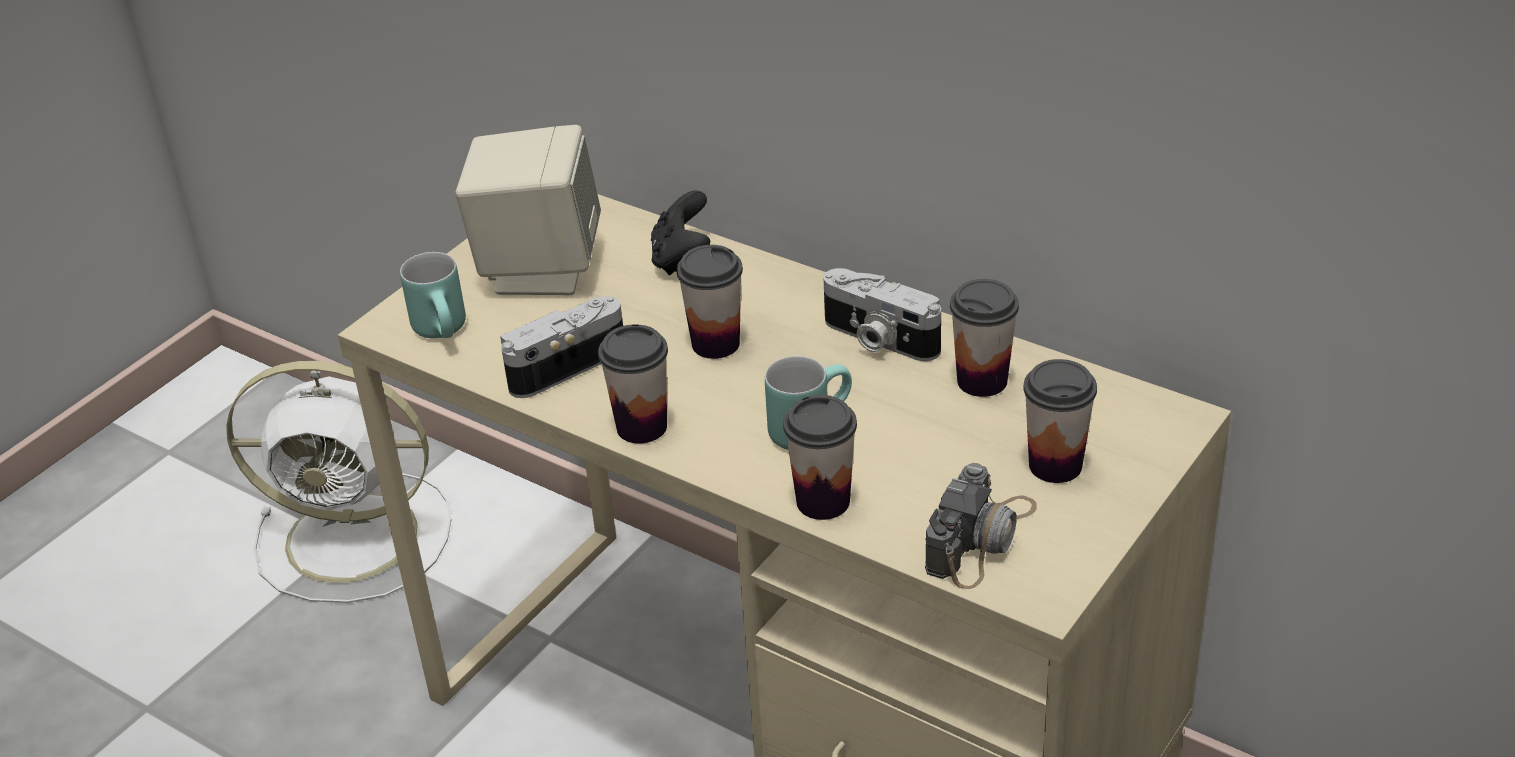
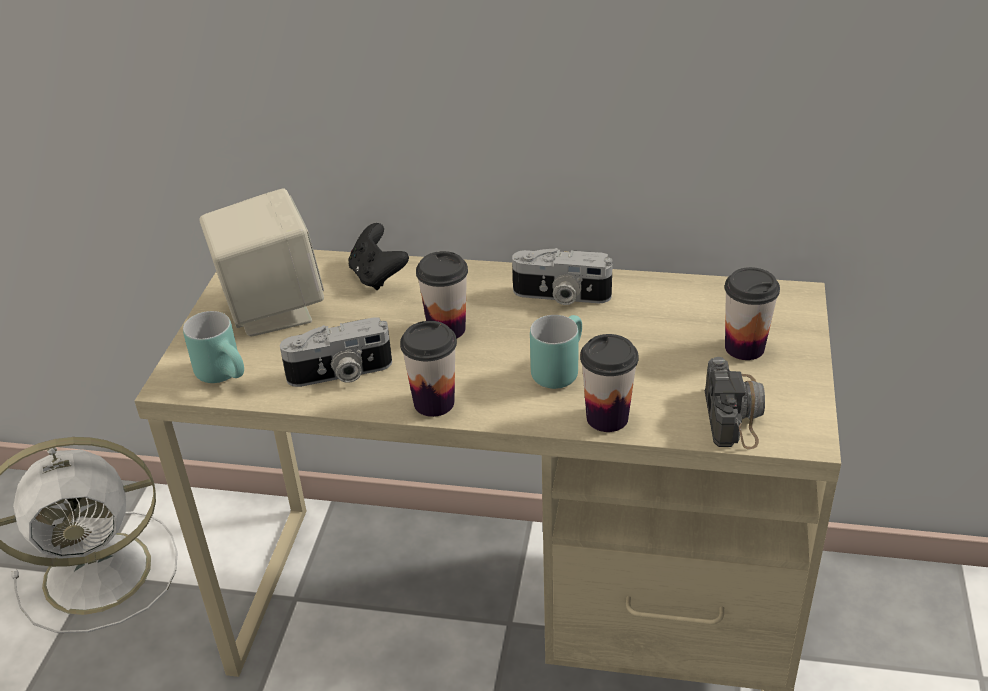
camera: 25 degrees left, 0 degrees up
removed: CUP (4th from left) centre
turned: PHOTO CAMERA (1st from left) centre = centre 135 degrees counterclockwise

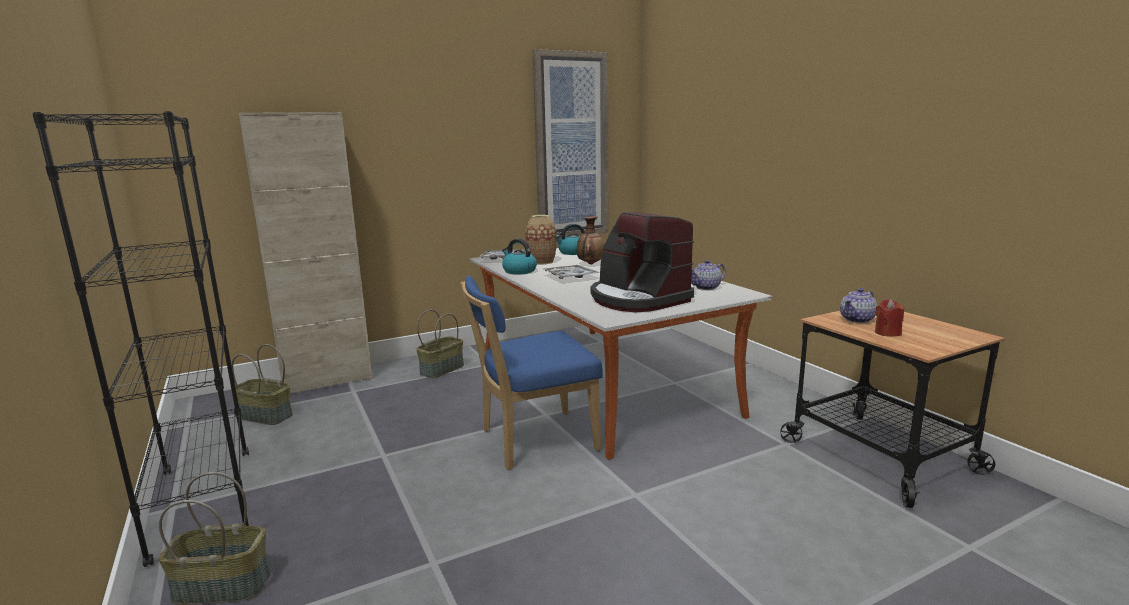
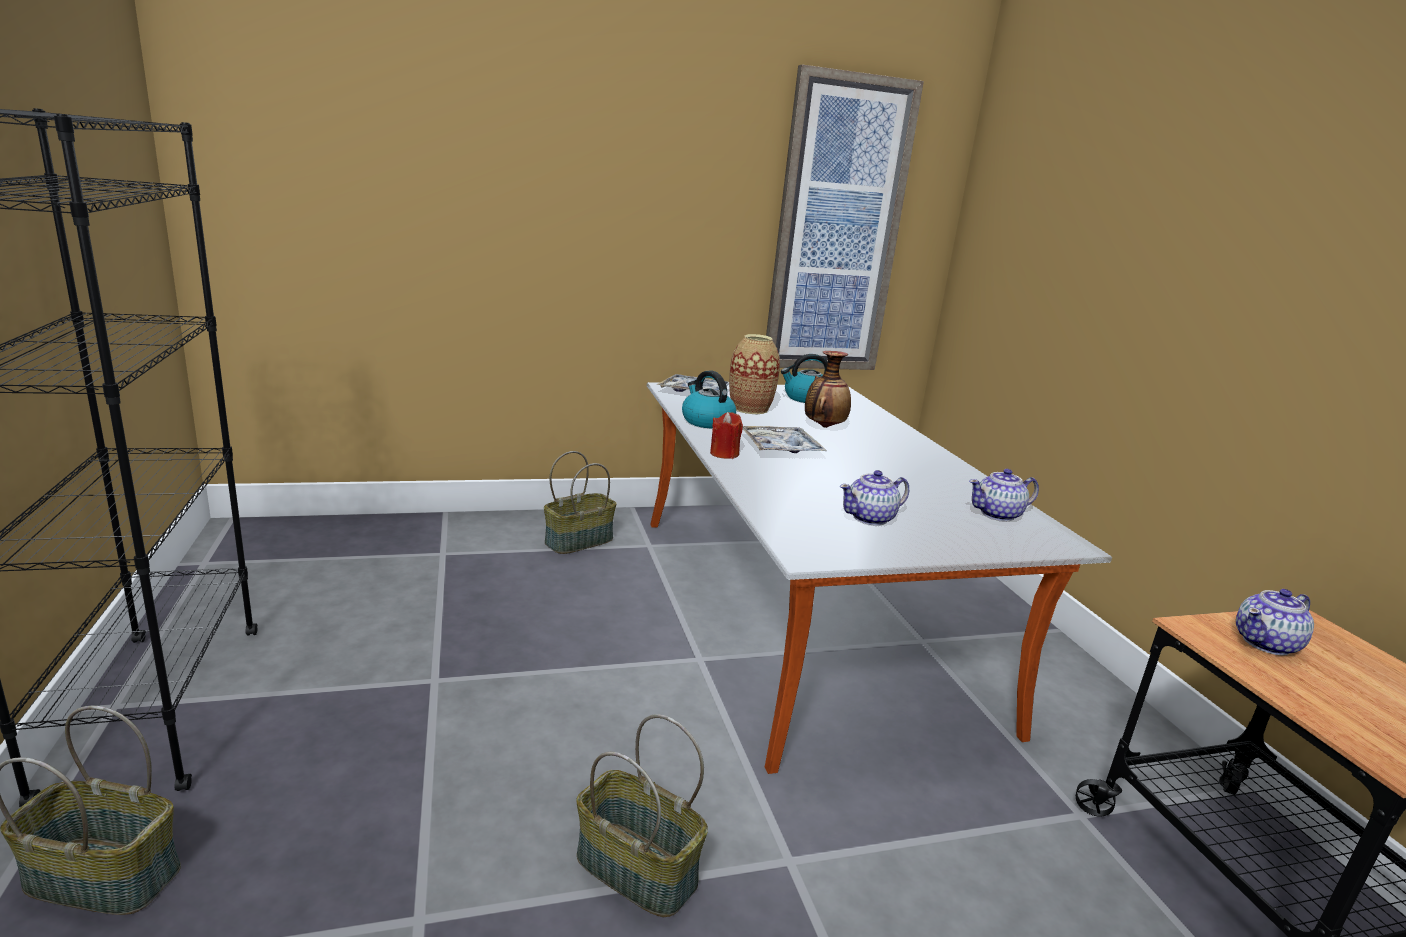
camera: 10 degrees right, 5 degrees up
removed: BEIGE CABINET middle left; BLUE CHAIR centre
moved: BASKET (2nd from left in the first image) middle left to BASKET (3rd from left) bottom centre; RED CANDLE middle right to centre
replaced: COFFEE MACHINE centre to TEAPOT (1st from left) centre

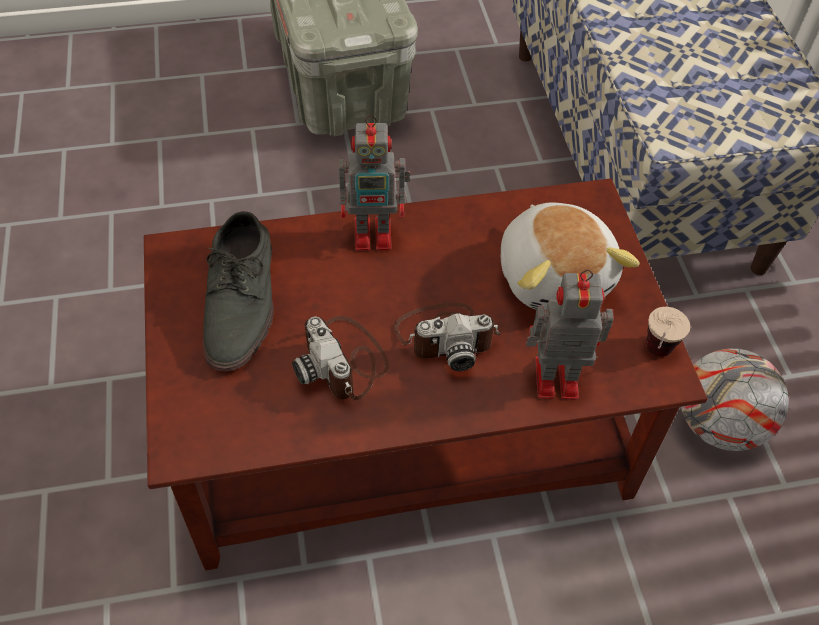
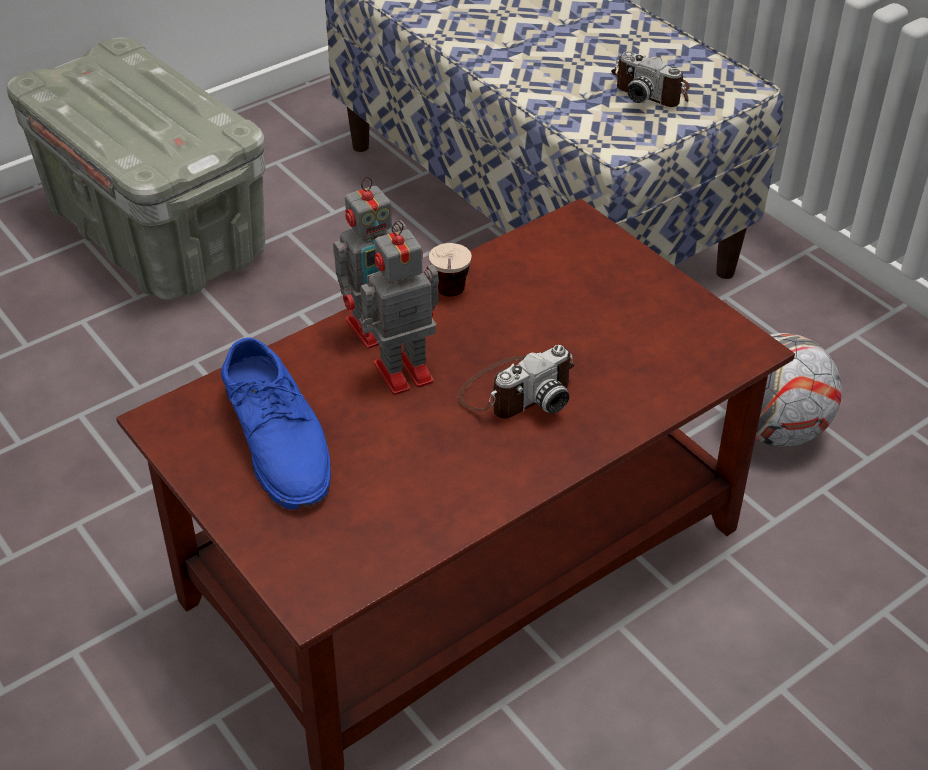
camera: 25 degrees left, 10 degrees down
removed: PLUSH TOY middle right
moved: PHOTO CAMERA (1st from left in the first image) centre to PHOTO CAMERA (2nd from left) top right; TOY ROBOT (2nd from left) middle right to centre; CUP middle right to centre
recoloured: GREY SHOE middle left to BLUE SHOE middle left

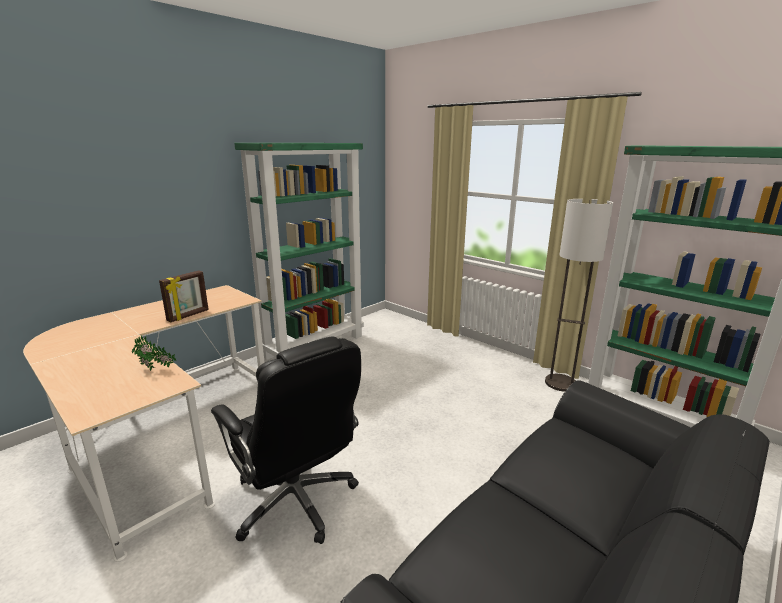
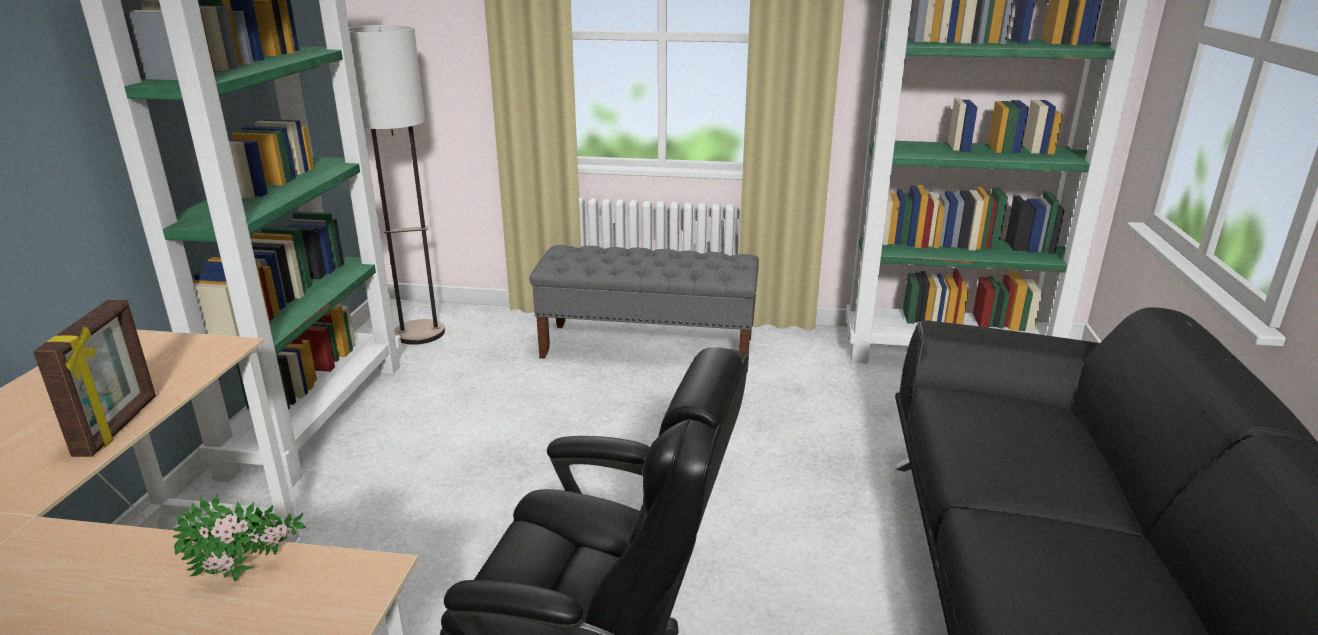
camera: 35 degrees left, 5 degrees up
added: GREY BENCH centre
moved: FLOOR LAMP middle right to top left

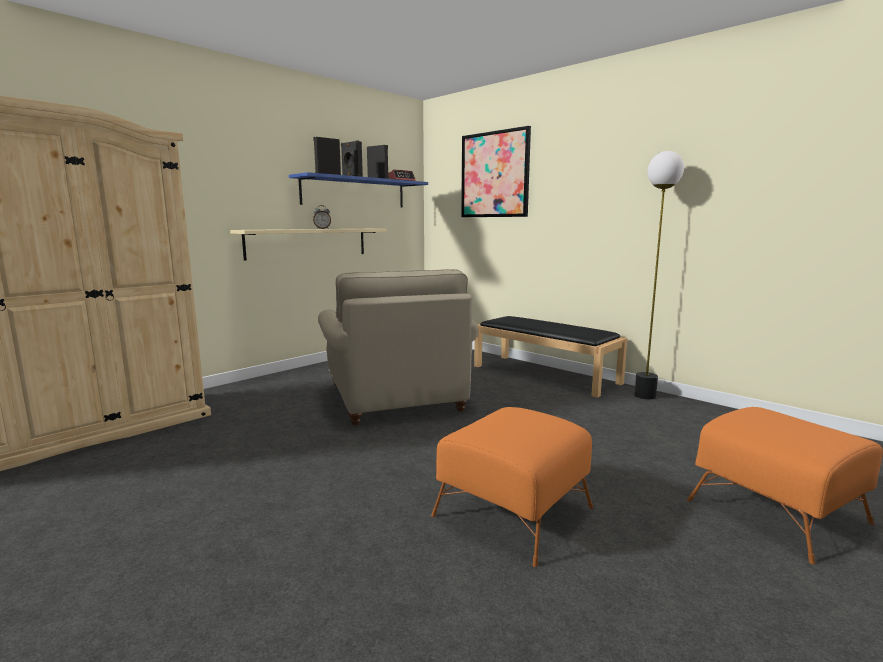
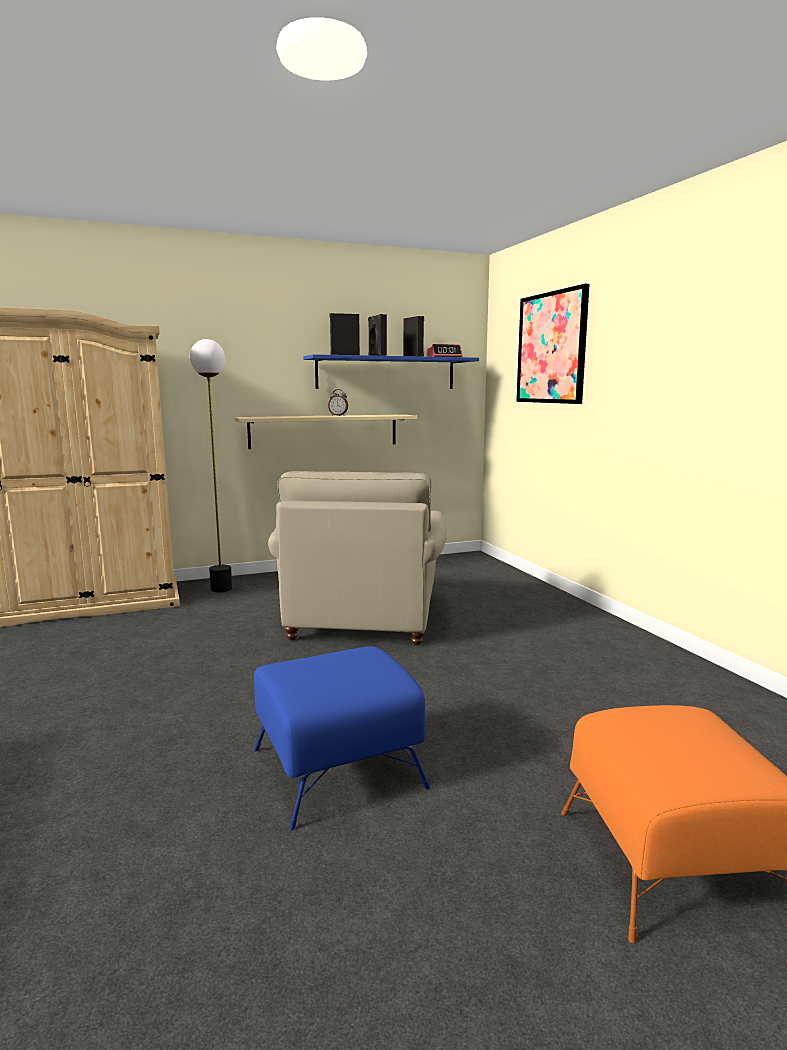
camera: 25 degrees right, 0 degrees up
removed: BLACK BENCH centre
moved: FLOOR LAMP middle right to middle left
recoloured: ORANGE OTTOMAN (1st from left) bottom centre to BLUE OTTOMAN bottom centre

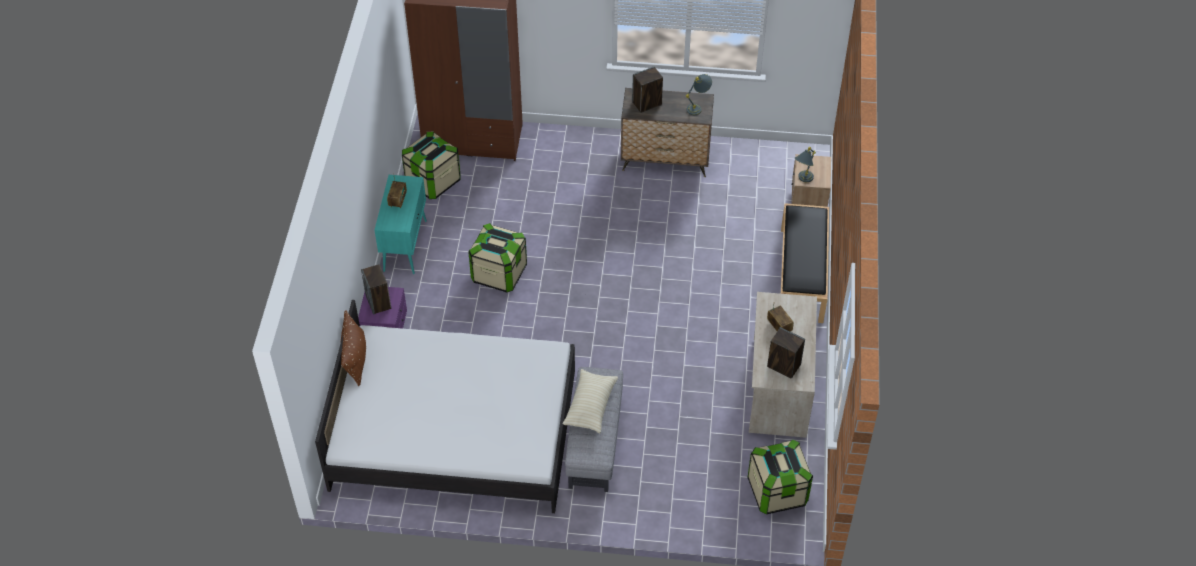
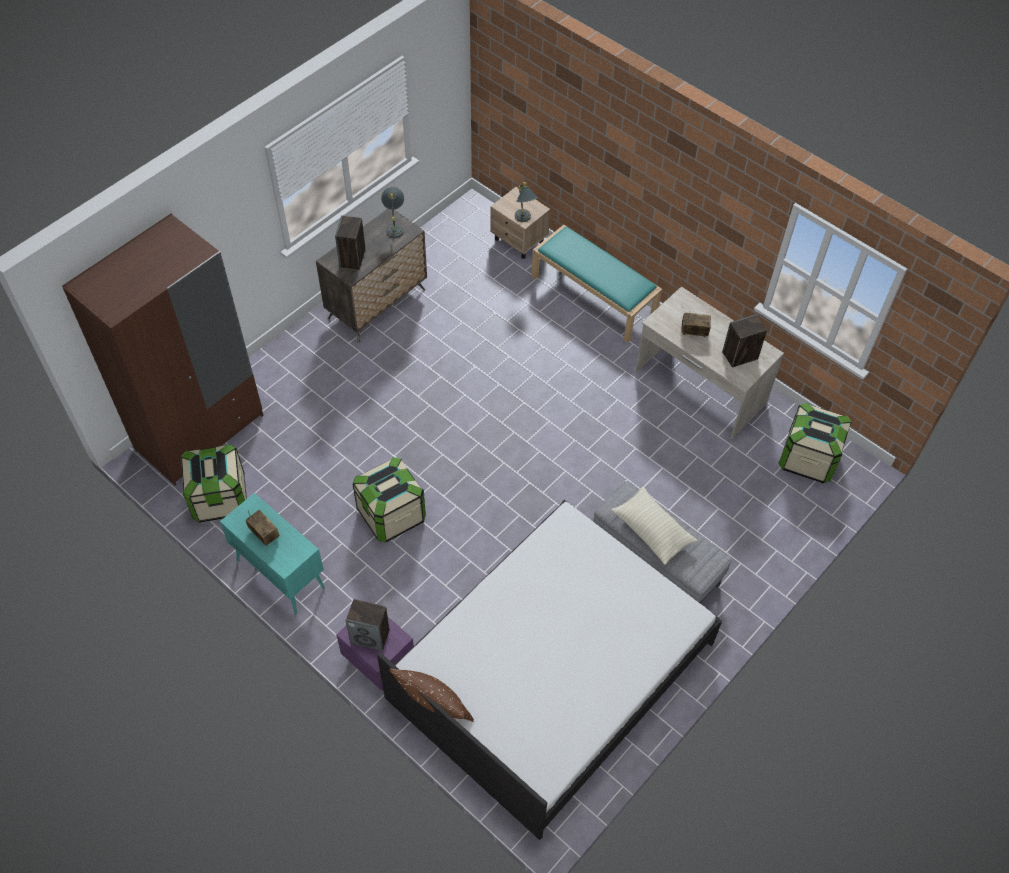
camera: 55 degrees left, 5 degrees up
recoloured: BLACK BENCH middle right to TURQUOISE BENCH top centre

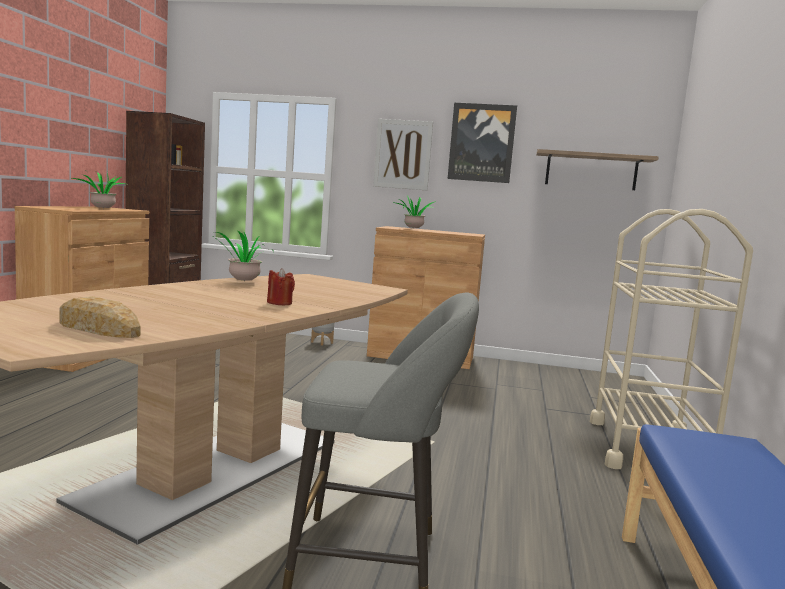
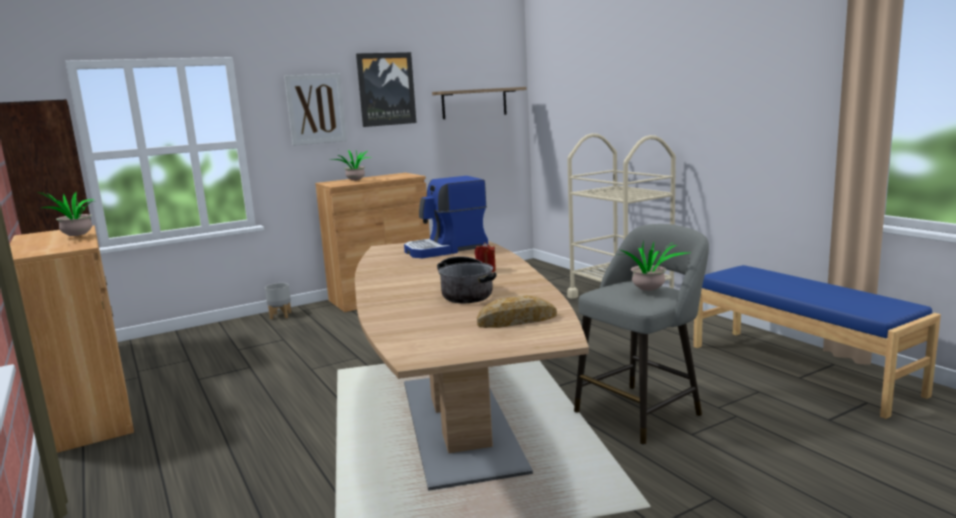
camera: 40 degrees left, 5 degrees up
added: COFFEE MACHINE centre; COOKING POT centre
moved: POTTED PLANT (2nd from left in the first image) middle left to POTTED PLANT (3rd from left) middle right

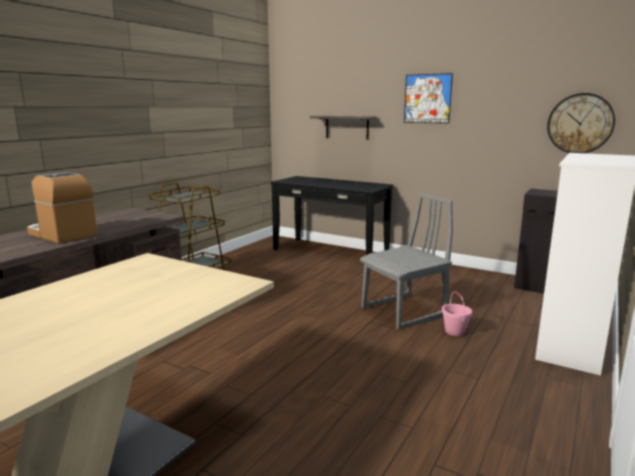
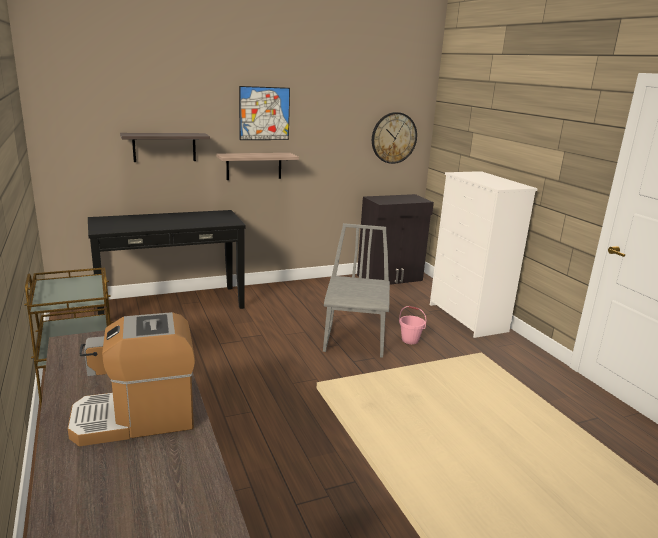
camera: 55 degrees left, 5 degrees up
added: SHELF (2nd from left) top centre

